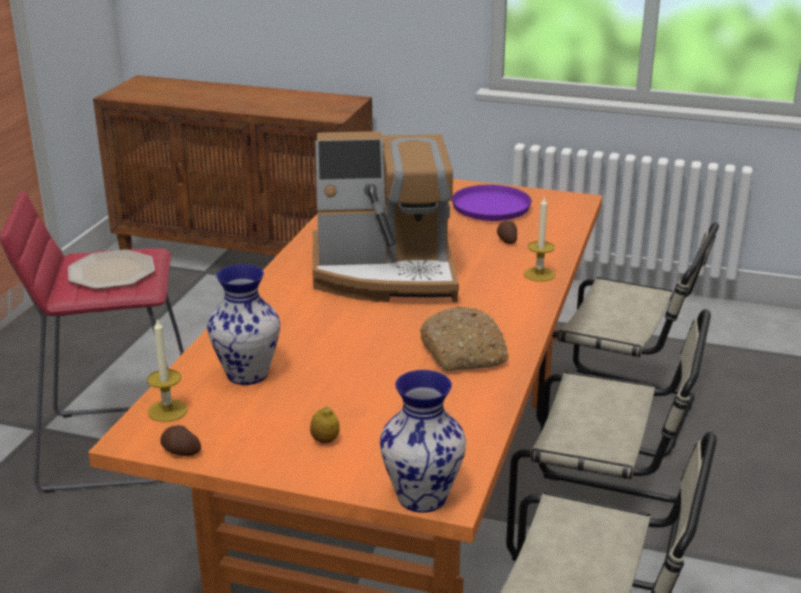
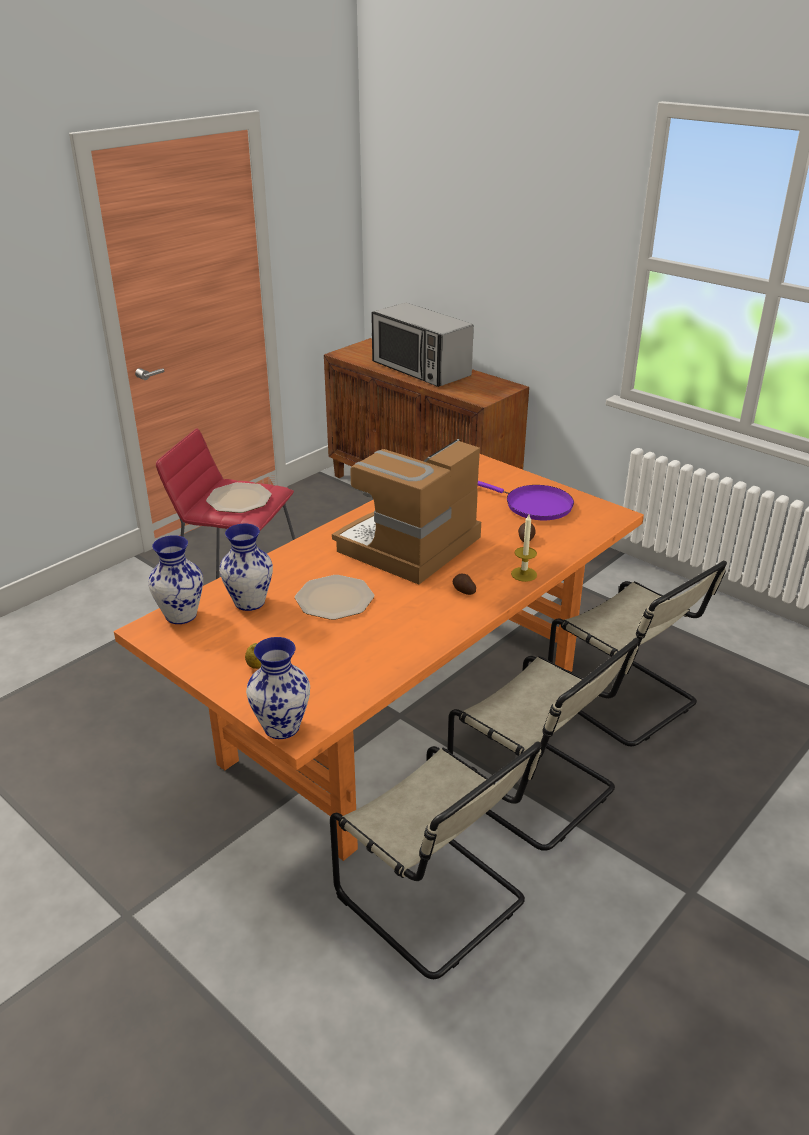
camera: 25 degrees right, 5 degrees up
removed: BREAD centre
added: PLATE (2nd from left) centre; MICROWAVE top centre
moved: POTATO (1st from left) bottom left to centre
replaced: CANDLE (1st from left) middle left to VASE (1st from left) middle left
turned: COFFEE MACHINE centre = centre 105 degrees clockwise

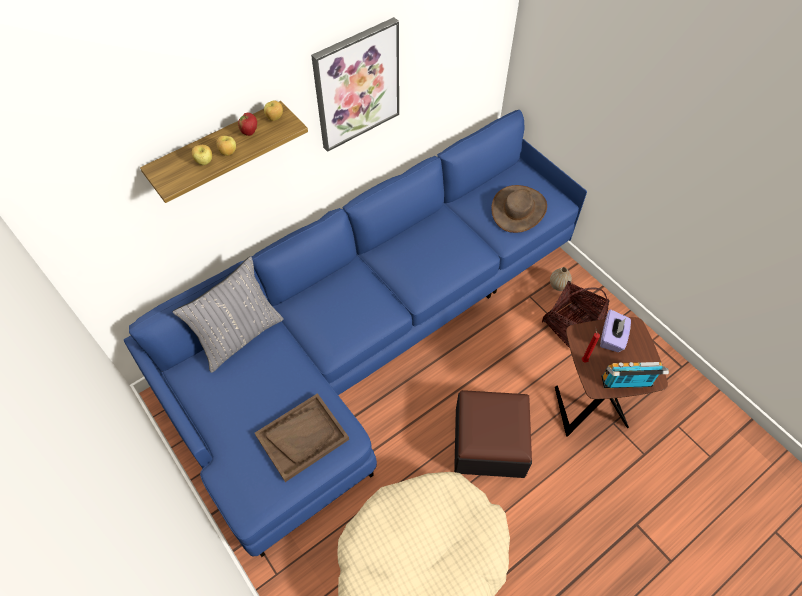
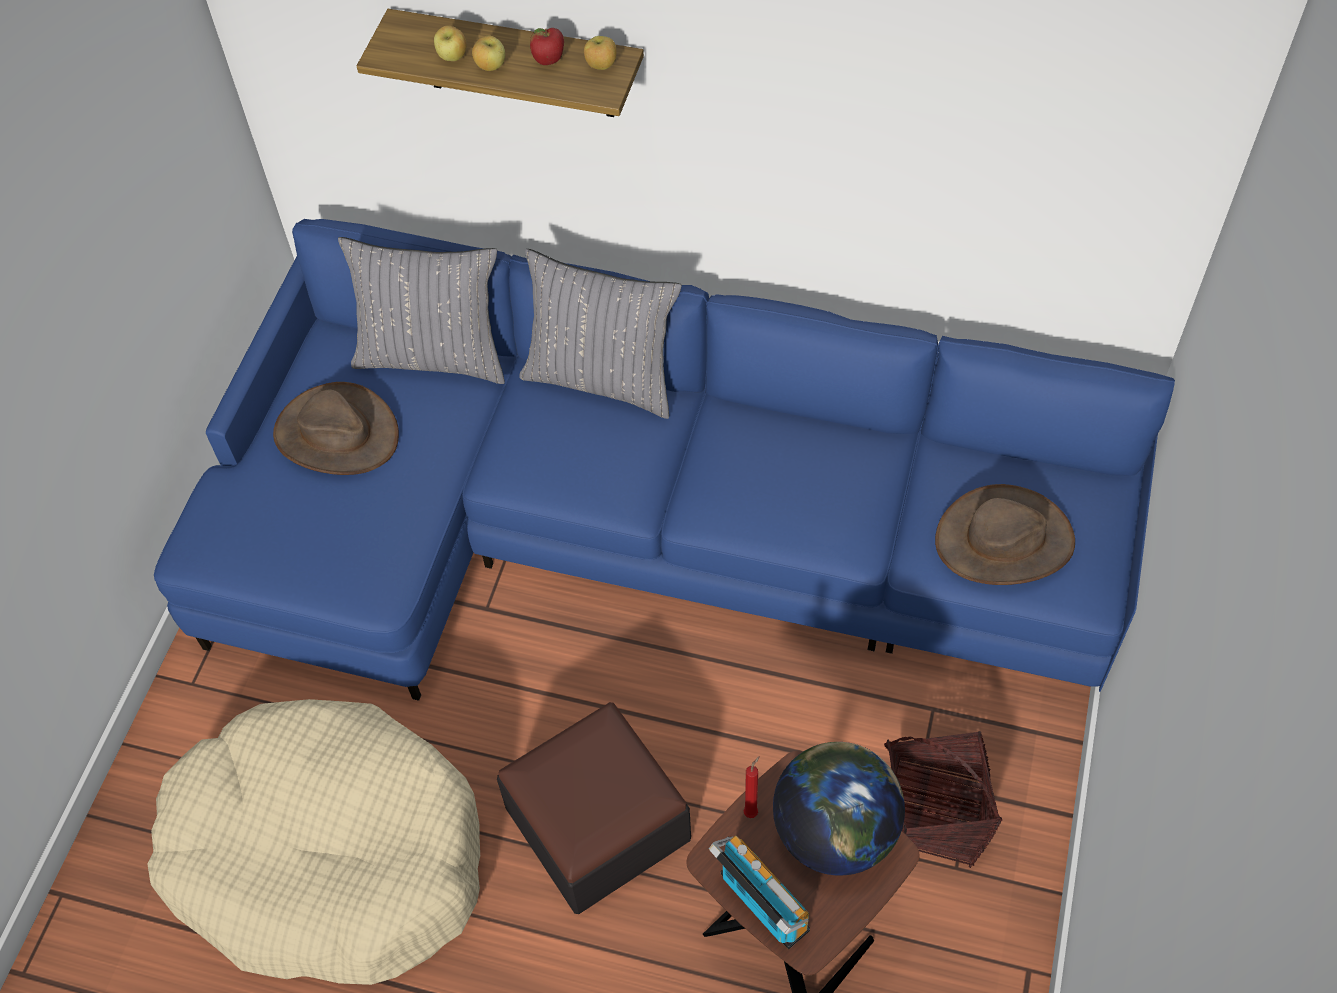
camera: 55 degrees right, 0 degrees up
removed: BROWN TRAY bottom centre; PICTURE top centre; VASE middle right
added: BROWN HAT (1st from left) middle left; GREY PILLOW (2nd from left) centre
replaced: PURPLE TISSUE BOX middle right to GLOBE bottom centre

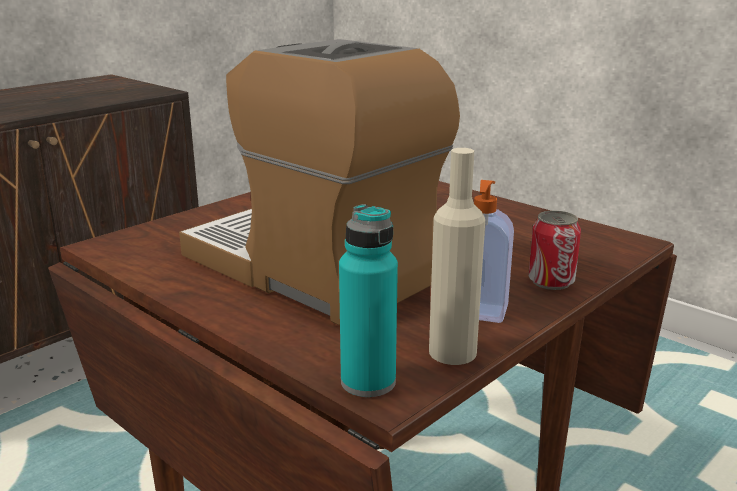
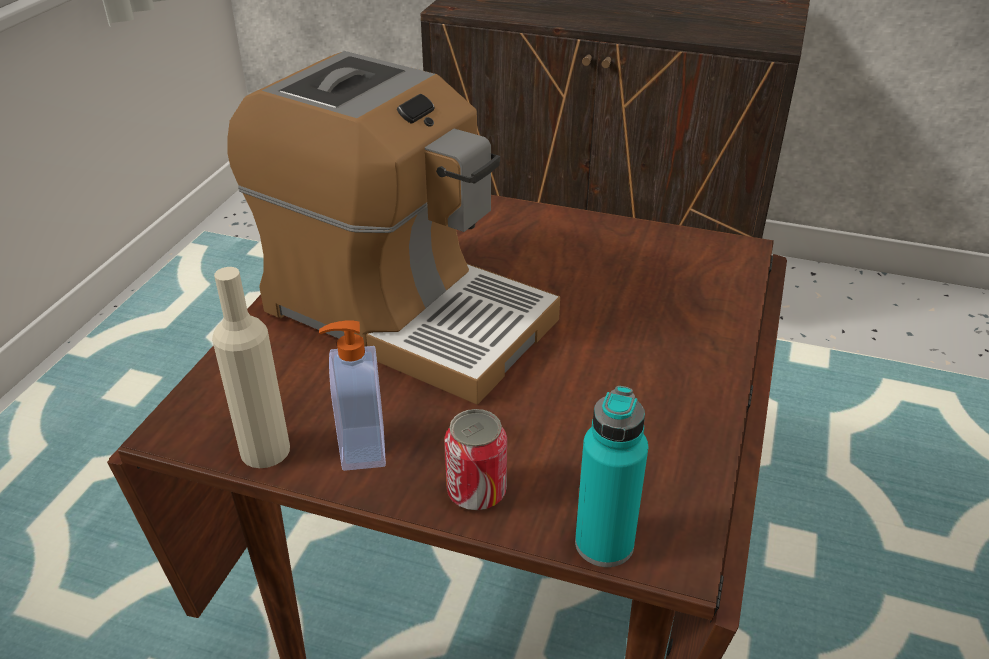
camera: 65 degrees right, 15 degrees up
moved: TURQUOISE BOTTLE centre to bottom centre
turned: COFFEE MACHINE centre = centre 105 degrees clockwise

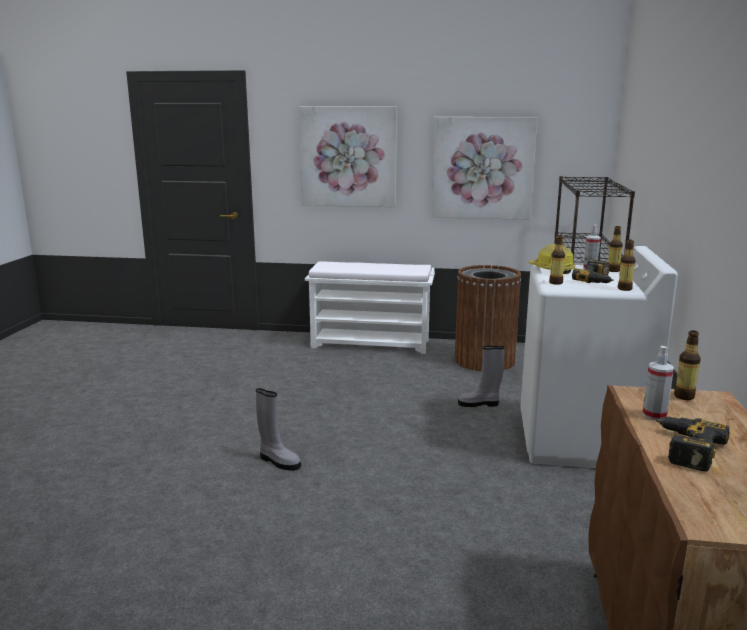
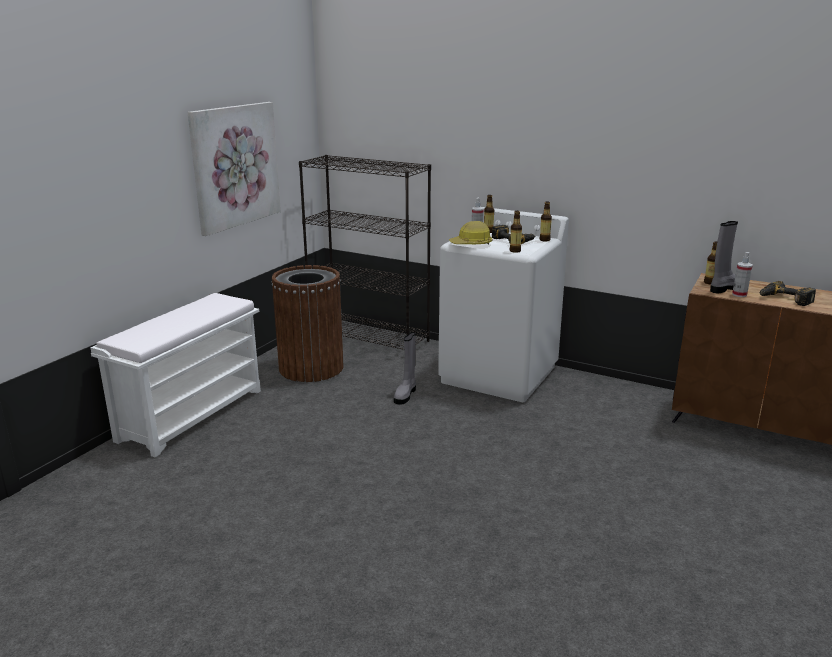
camera: 70 degrees left, 5 degrees up
removed: PICTURE (1st from left) top centre
moved: GREY BOOT (1st from left in the first image) bottom centre to GREY BOOT (2nd from left) middle right

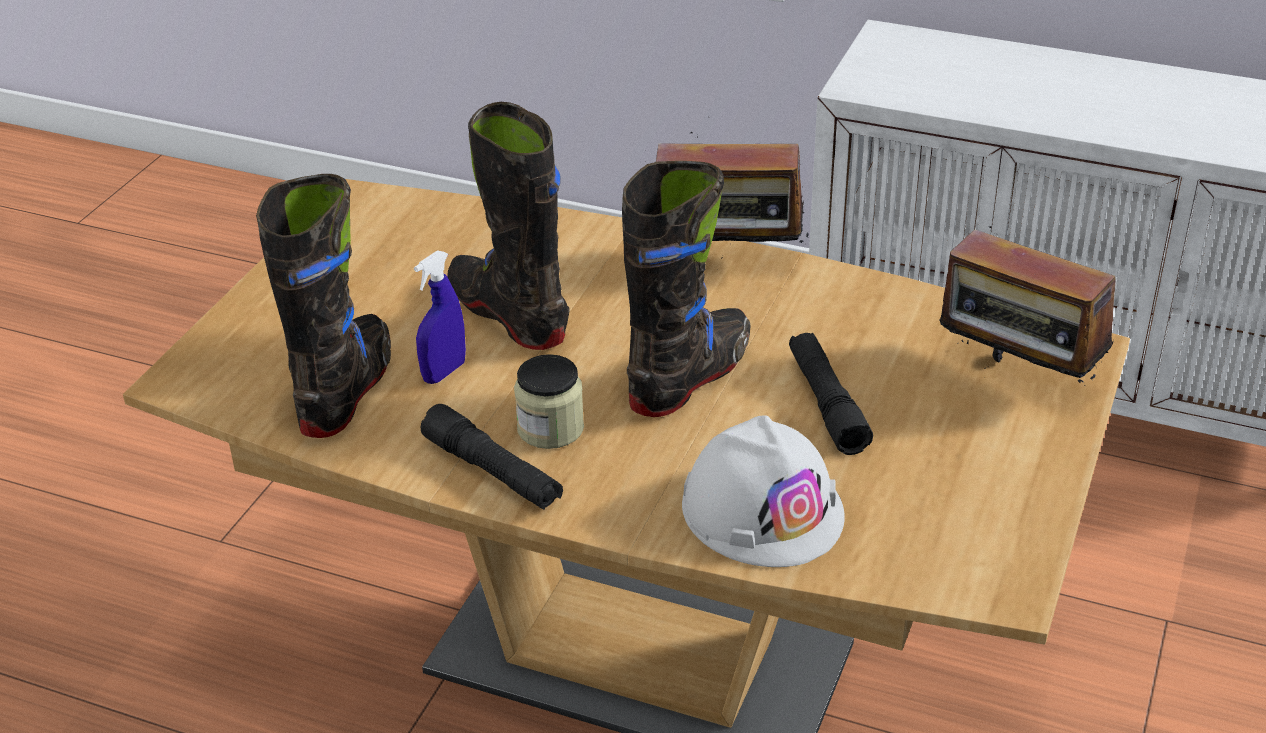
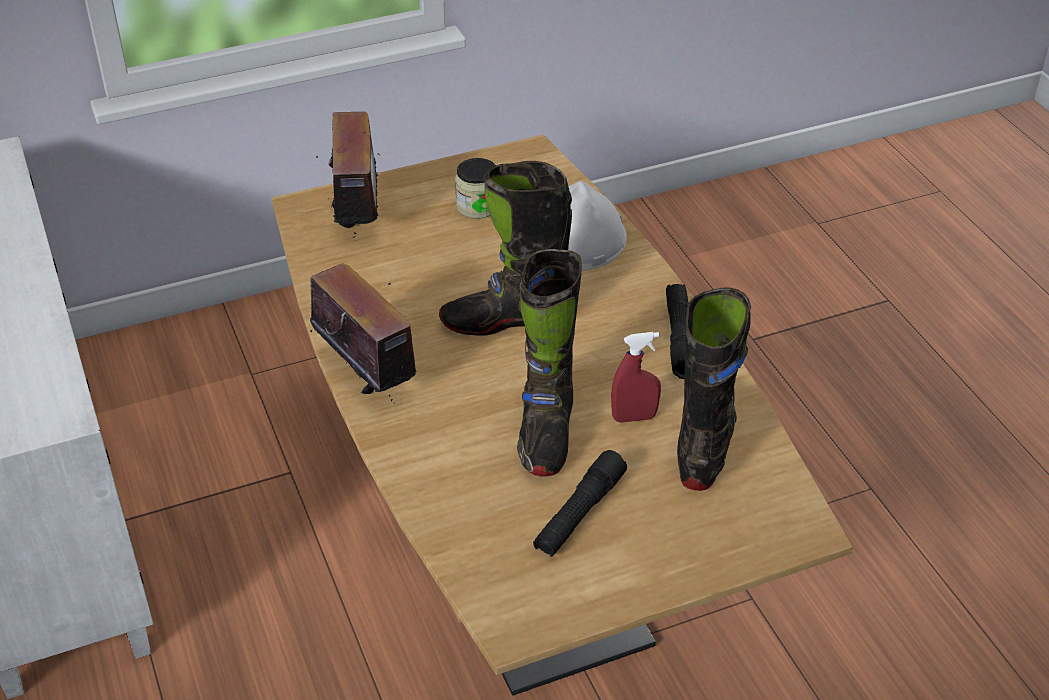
camera: 135 degrees left, 5 degrees up
moved: JAR centre to top centre; BLACK FLASHLIGHT (2nd from left in the first image) centre to BLACK FLASHLIGHT (1st from left) bottom centre
recoloured: BLUE SPRAY BOTTLE centre to RED SPRAY BOTTLE centre
turned: BLACK BOOT (1st from left in the first image) middle left = middle right 135 degrees clockwise

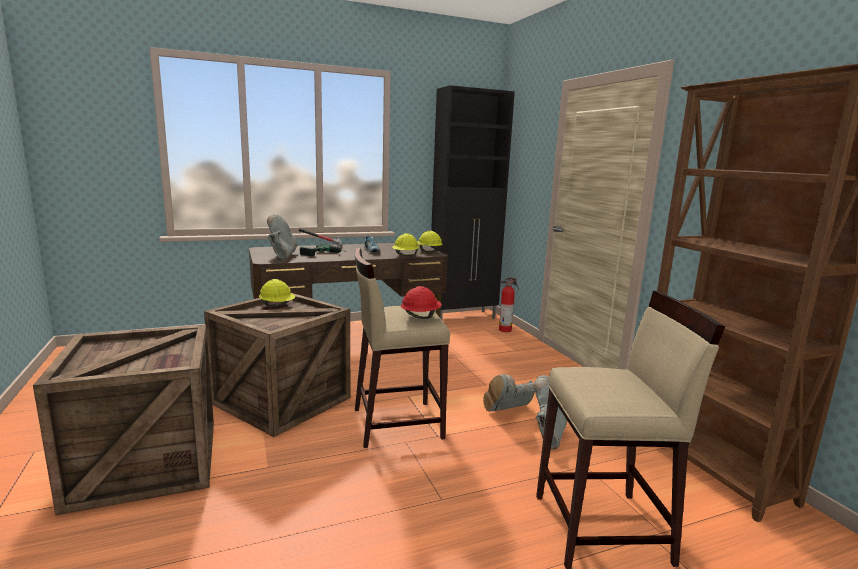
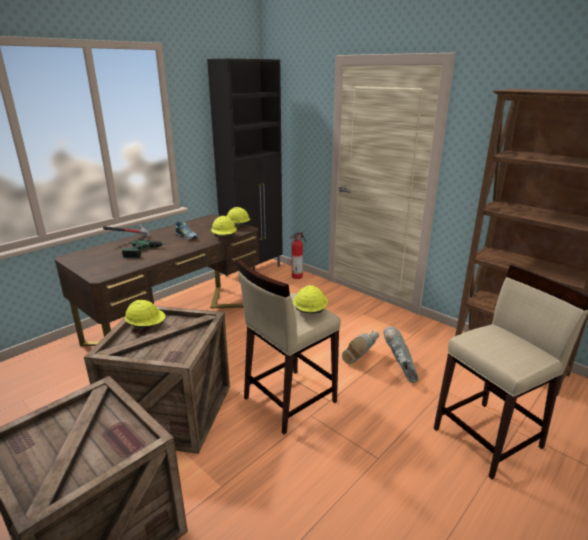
camera: 25 degrees left, 10 degrees up
removed: GREY BOOT (1st from left) middle left
recoloured: RED HARD HAT centre to YELLOW HARD HAT (4th from left) centre

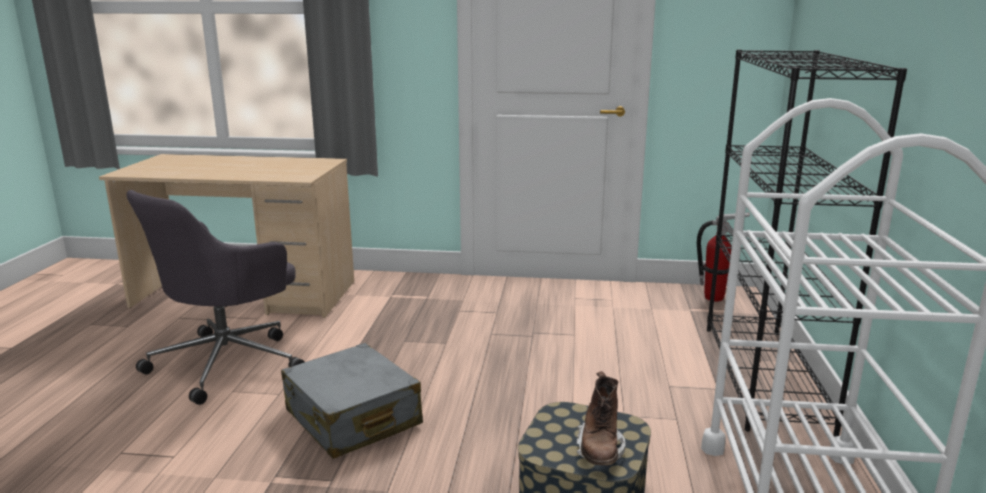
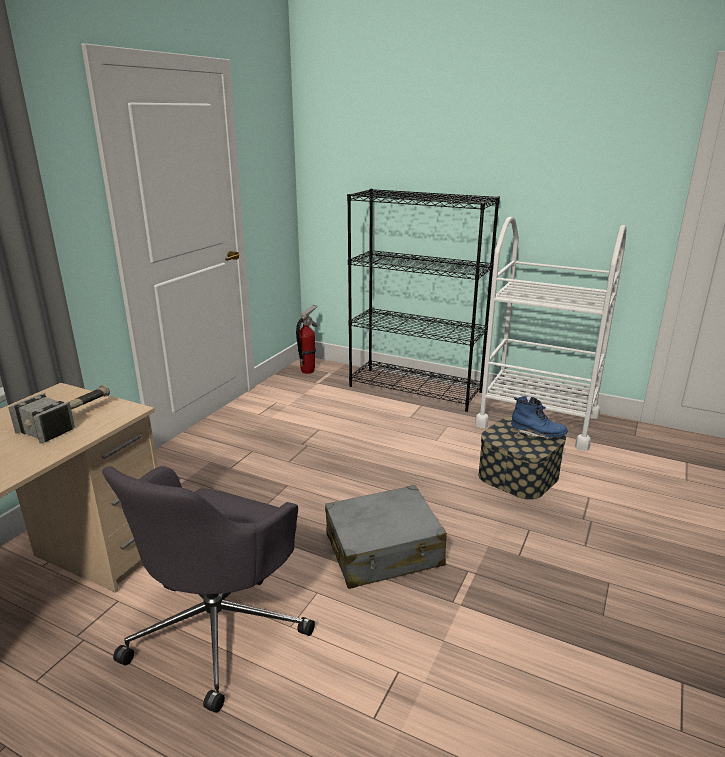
camera: 70 degrees left, 5 degrees up
added: HAMMER middle left
recoloured: BROWN BOOT bottom centre to BLUE BOOT middle right
turned: GREY OFFICE CHAIR middle left = bottom left 60 degrees clockwise

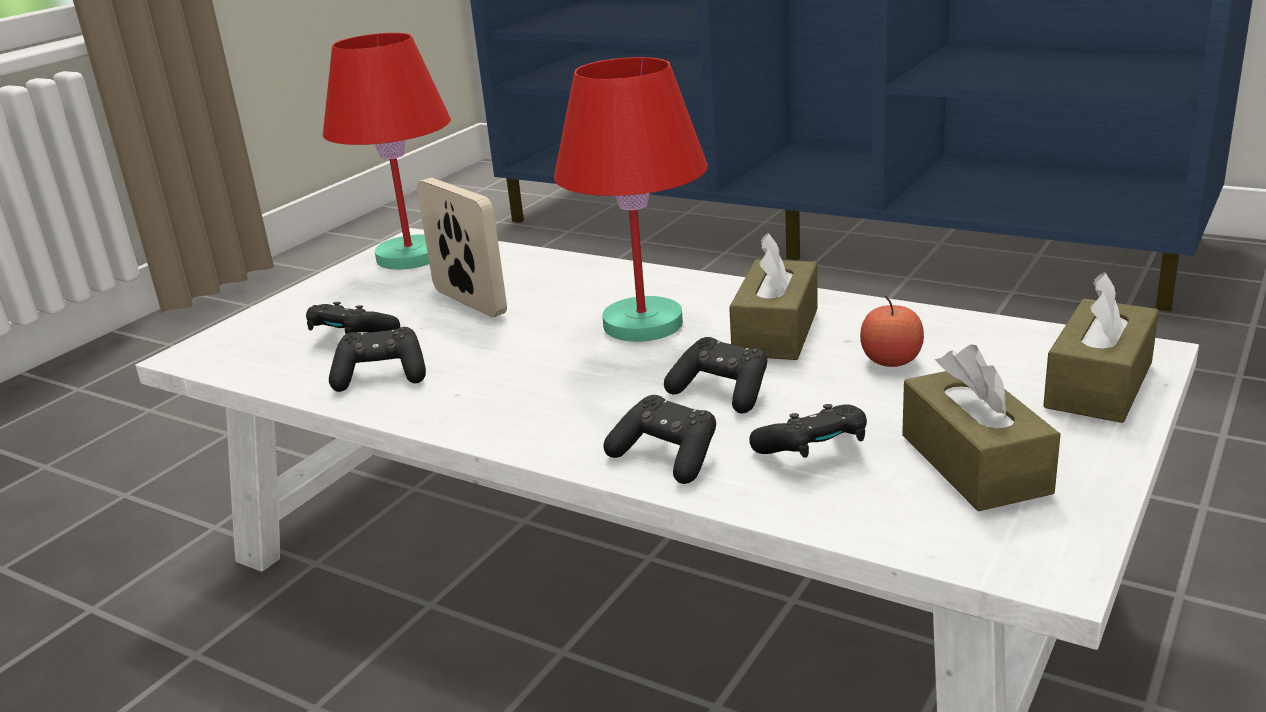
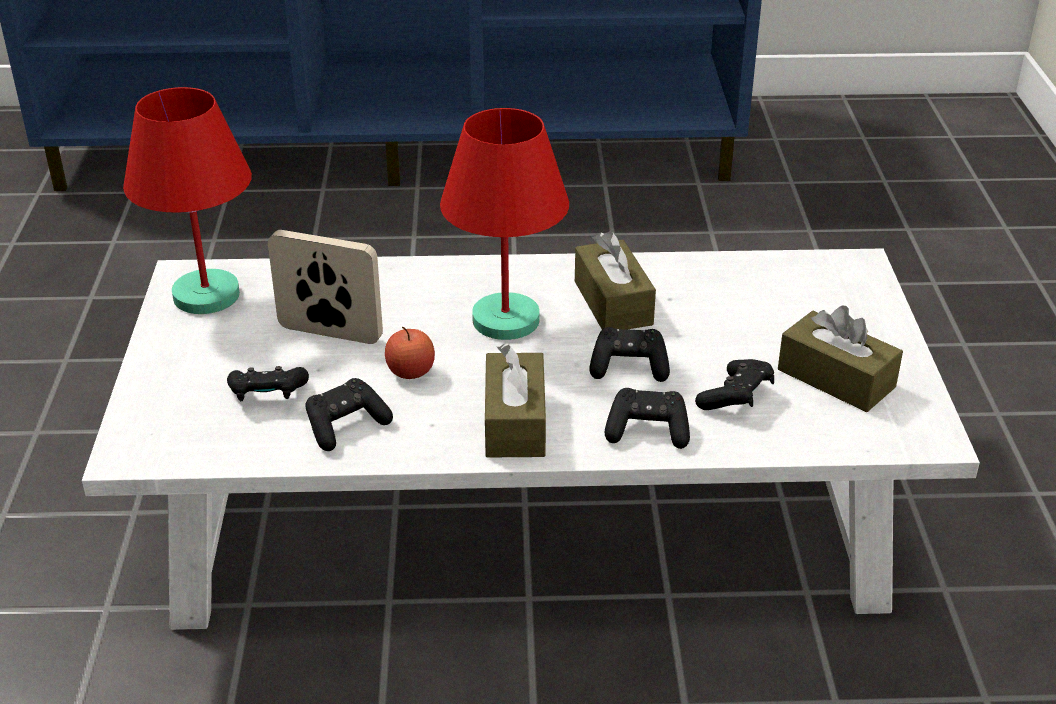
camera: 35 degrees left, 10 degrees up
moved: APPLE middle right to centre; BROWN TISSUE BOX (3rd from left in the first image) middle right to BROWN TISSUE BOX (1st from left) centre

